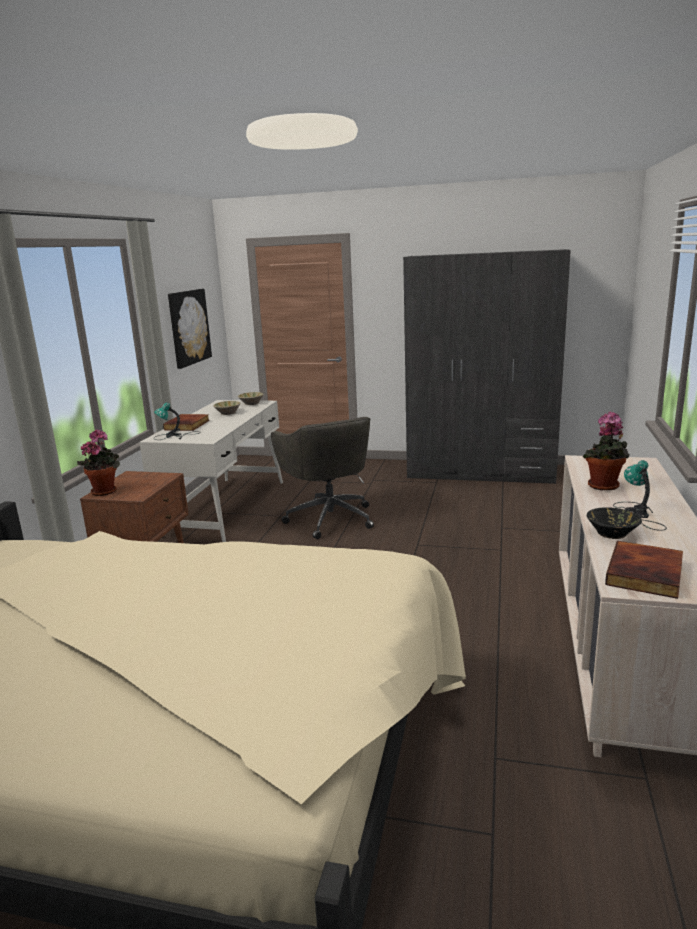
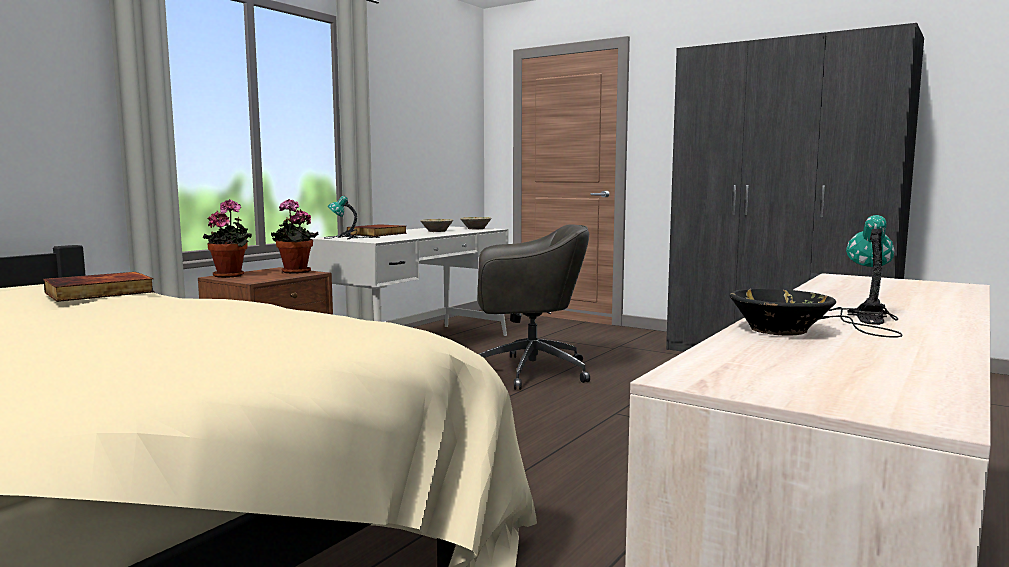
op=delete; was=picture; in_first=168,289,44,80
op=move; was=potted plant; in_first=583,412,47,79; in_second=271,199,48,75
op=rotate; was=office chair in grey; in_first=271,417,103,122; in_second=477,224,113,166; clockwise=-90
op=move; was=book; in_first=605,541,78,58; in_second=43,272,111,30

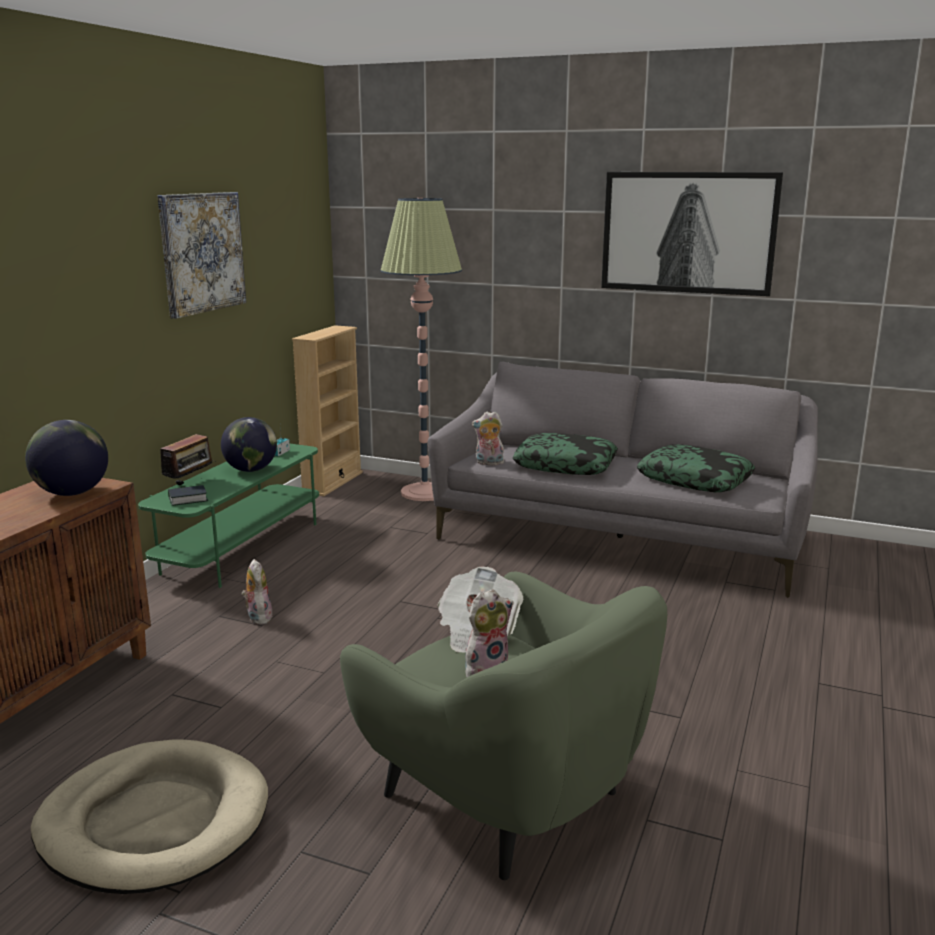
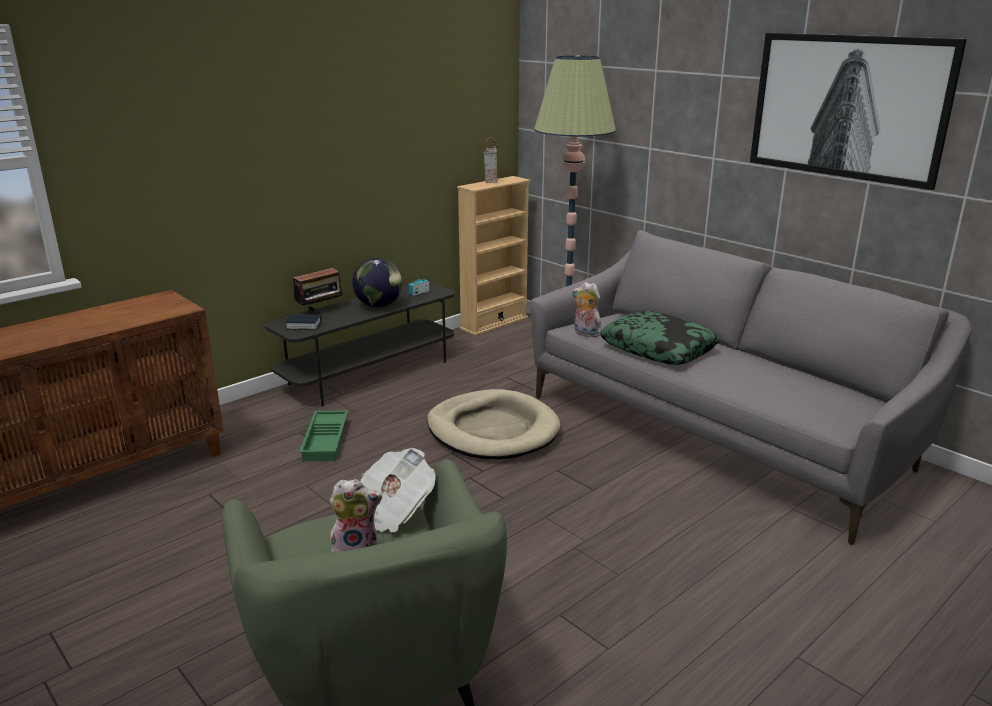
op=delete; was=picture; in_first=157,192,89,127
op=delete; was=globe; in_first=25,420,83,76
op=recolor; was=tv stand in green; now=tv stand in grey; in_first=138,444,181,144; in_second=264,282,191,124
op=delete; was=pillow; in_first=637,444,118,48
op=replace; was=plush toy; now=tray in green; in_first=241,559,32,66; in_second=299,411,49,50
op=move; was=dog bed in beige; in_first=31,740,237,154; in_second=427,389,133,70
op=insert; now=vase; in_second=483,137,15,46

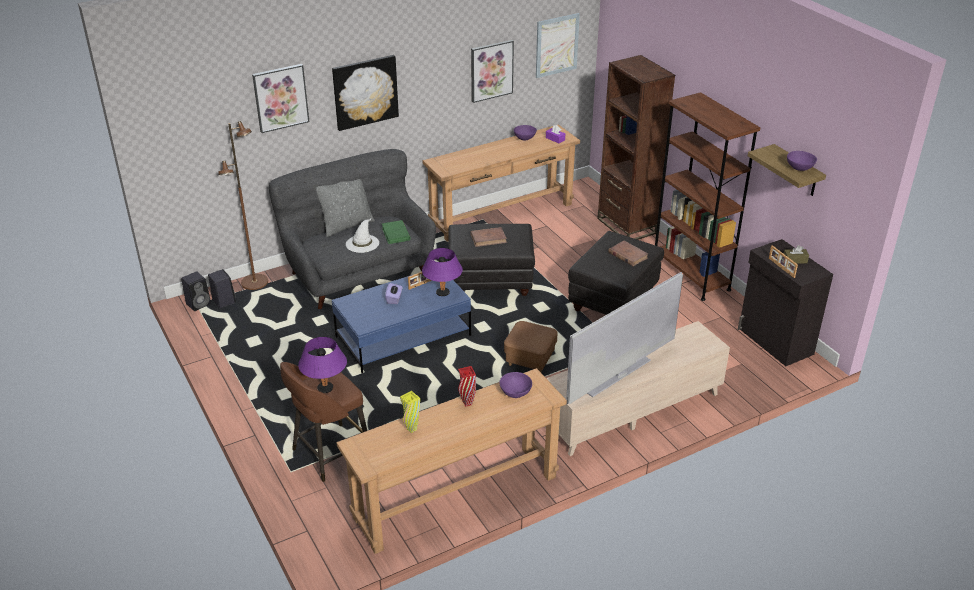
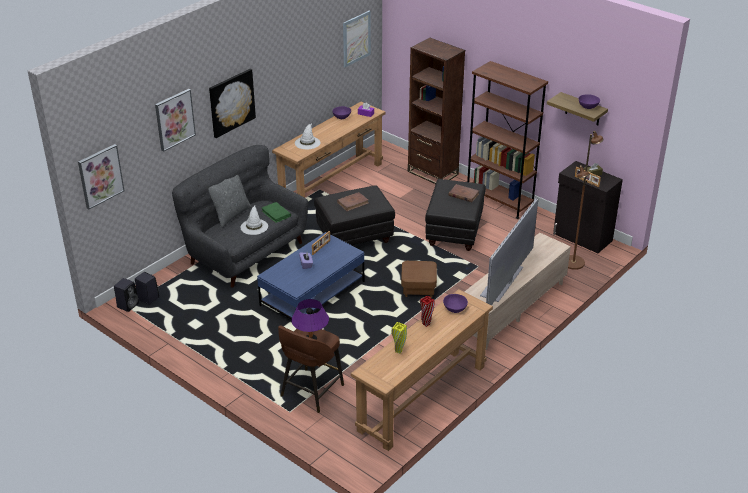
op=move; was=picture; in_first=471,40,43,63; in_second=78,144,46,65
op=move; was=floor lamp in brown; in_first=218,121,50,169; in_second=568,131,36,139
op=delete; was=table lamp in purple; in_first=422,248,41,48
op=insert; now=hat in white; in_second=295,123,26,27

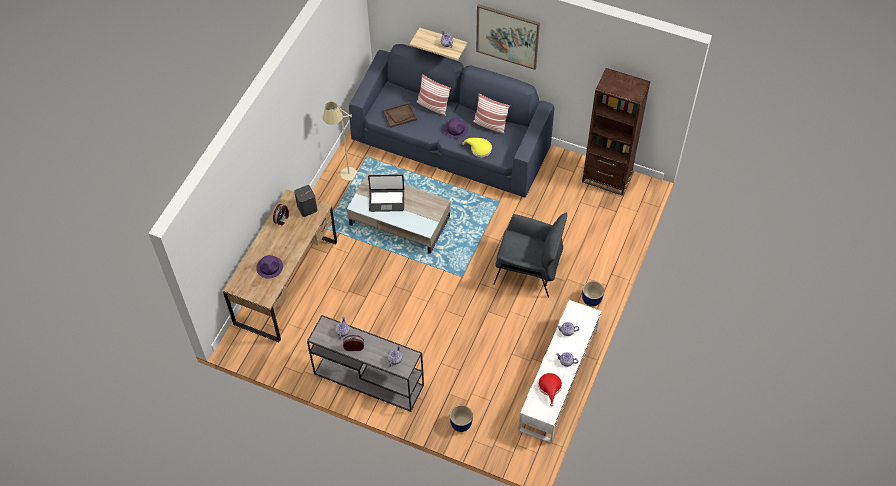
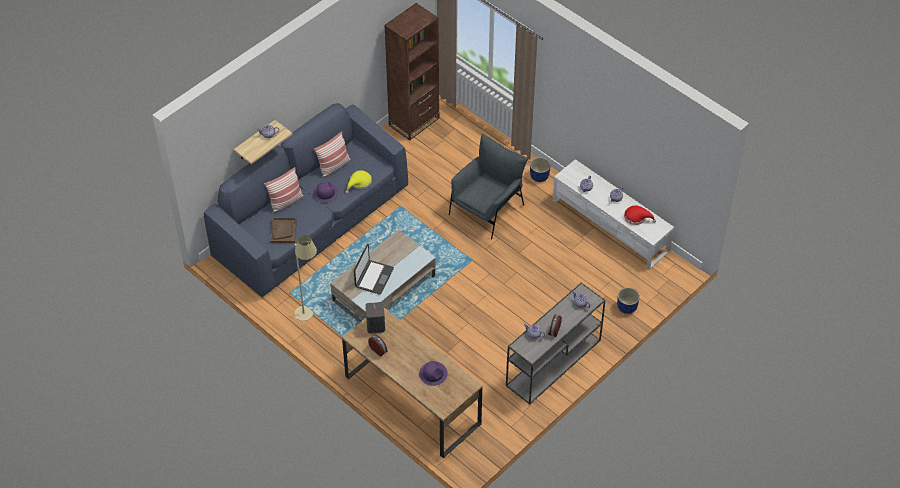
op=delete; was=picture; in_first=476,4,64,66

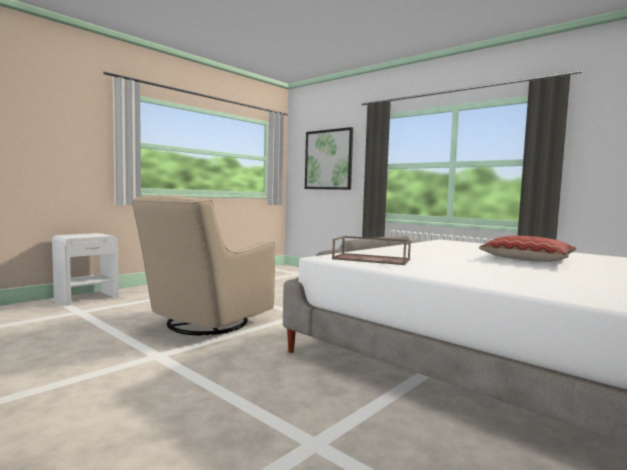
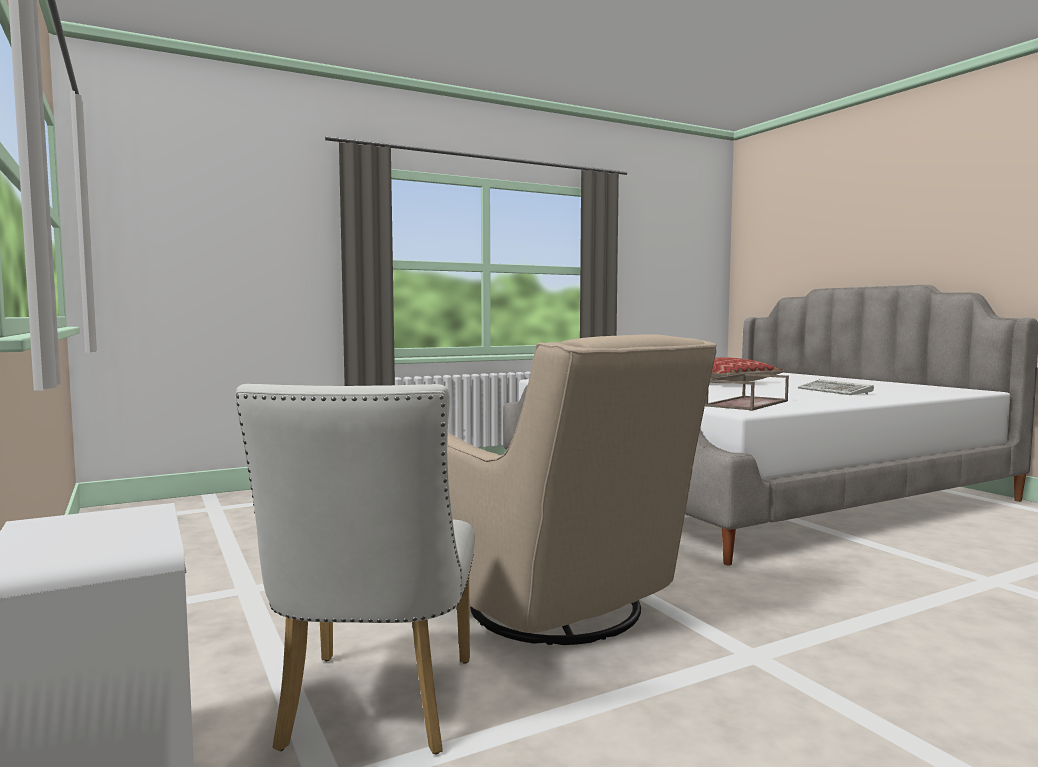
op=delete; was=picture; in_first=305,127,48,63
op=insert; now=keyboard; in_second=798,379,76,16
op=insert; now=chair in white; in_second=236,384,239,370

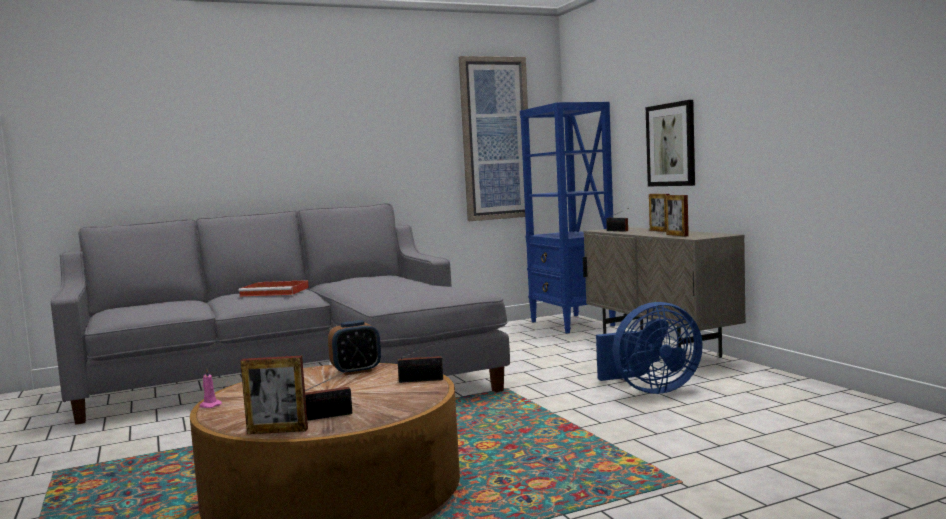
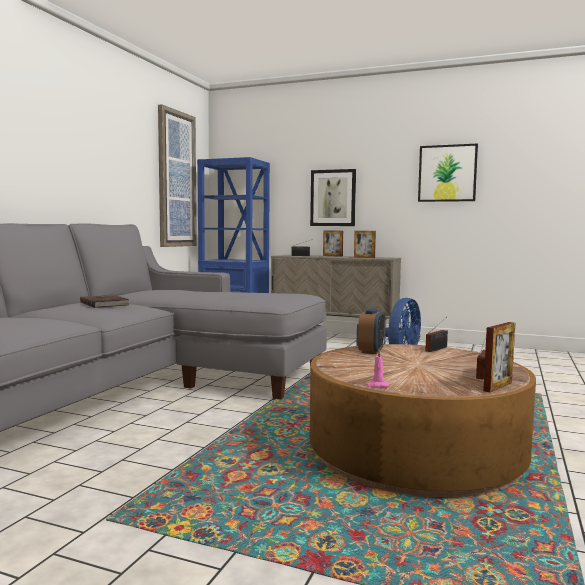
op=replace; was=tray in red; now=book in brown; in_first=238,280,71,17; in_second=80,295,50,13
op=insert; now=picture; in_second=418,143,60,59

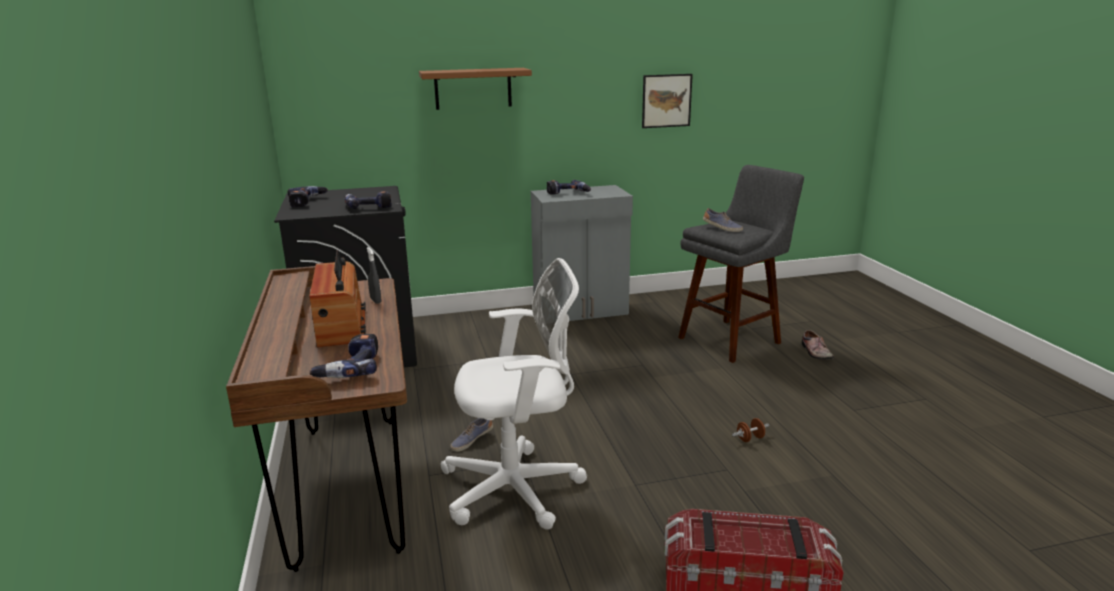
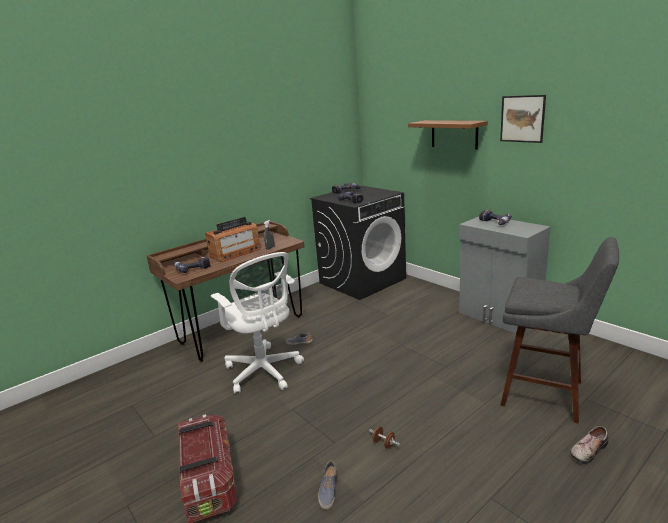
op=move; was=picture; in_first=642,74,51,54; in_second=500,95,46,48
op=move; was=shoe; in_first=703,208,40,24; in_second=318,461,19,49

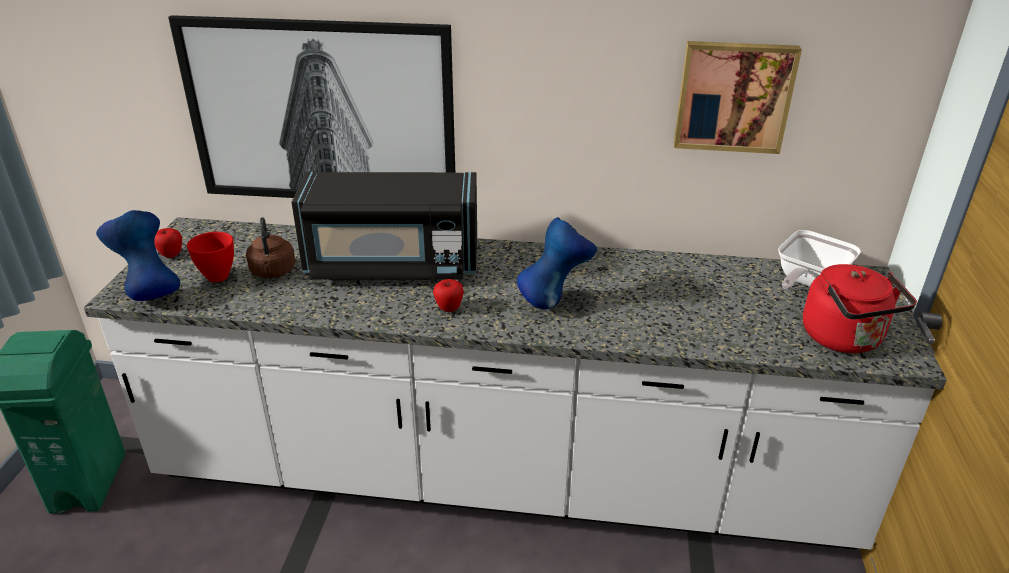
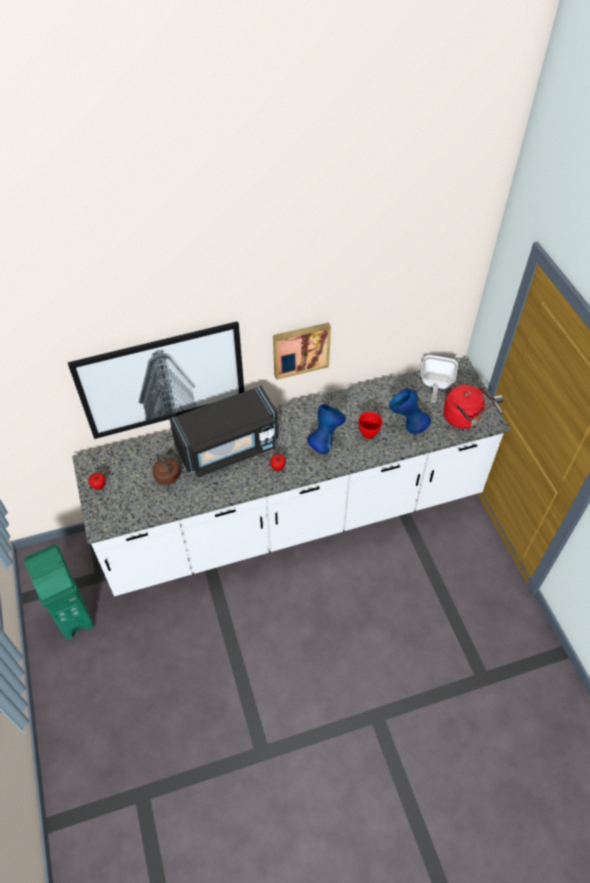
op=move; was=picture; in_first=674,41,128,113; in_second=273,322,58,58
op=move; was=vase in blue; in_first=96,210,84,91; in_second=389,388,42,46
op=move; was=bowl in red; in_first=187,232,47,51; in_second=358,412,25,27

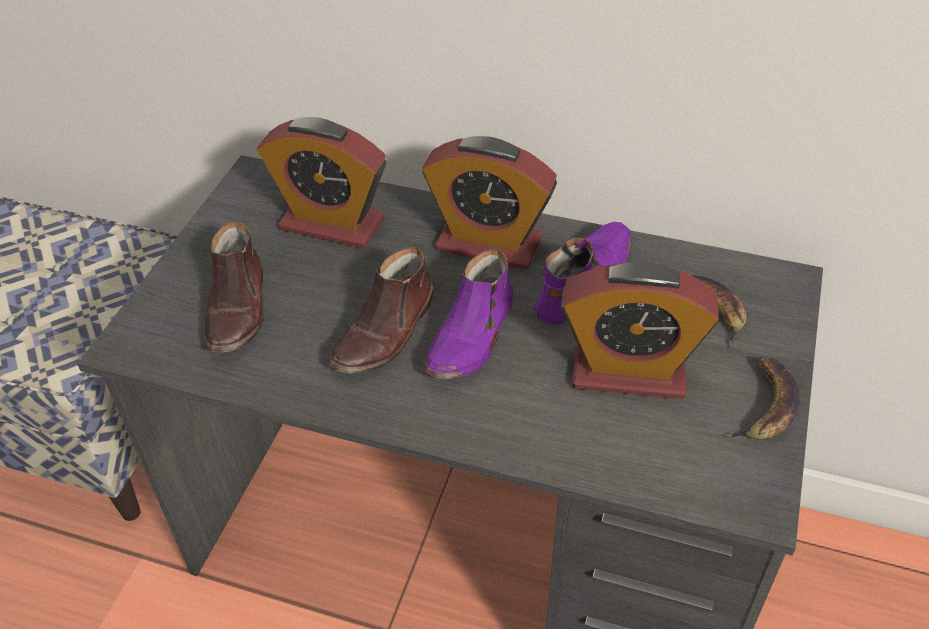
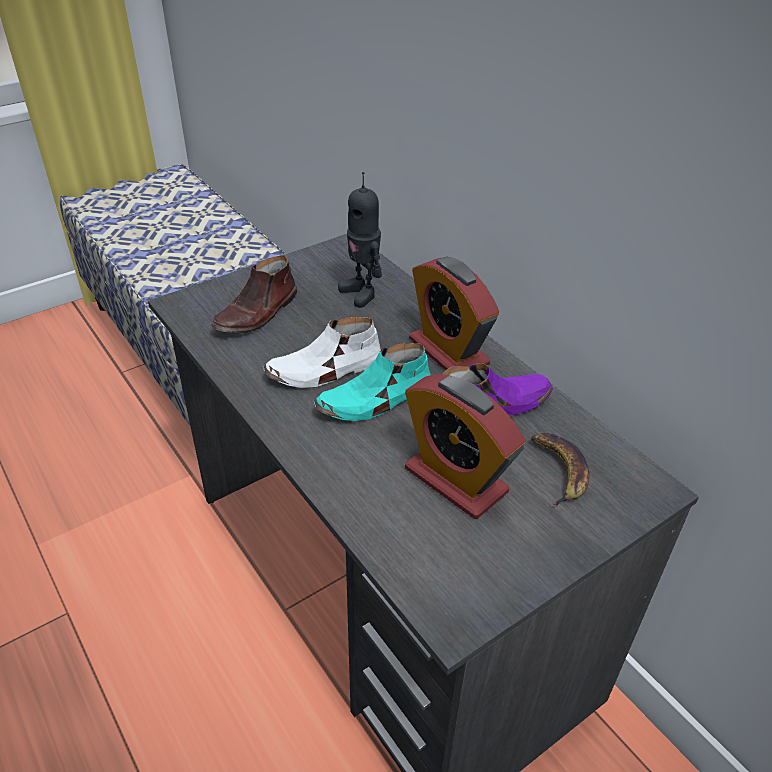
op=replace; was=alarm clock; now=toy robot; in_first=257,117,129,131; in_second=338,172,44,136
op=recolor; was=shoe in brown; now=shoe in white; in_first=329,247,106,127; in_second=264,317,117,71
op=recolor; was=shoe in purple; now=shoe in turquoise; in_first=423,249,91,131; in_second=314,343,117,78
op=delete; was=banana; in_first=724,356,76,84

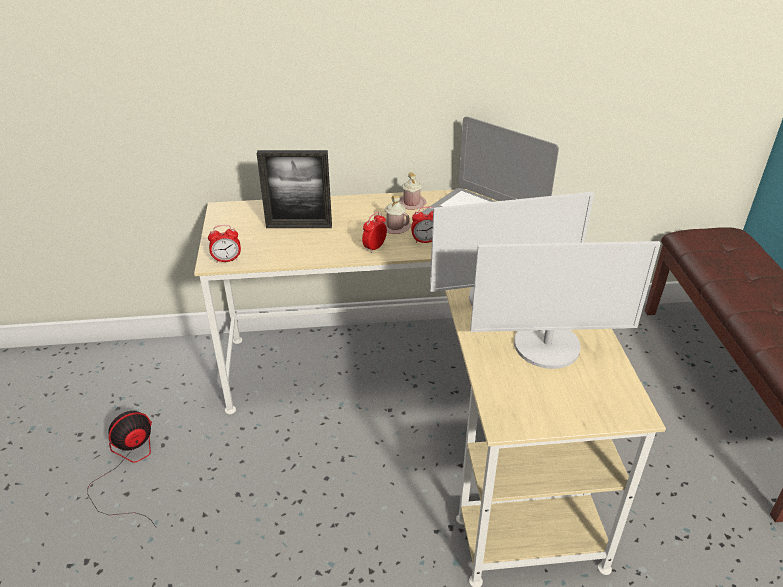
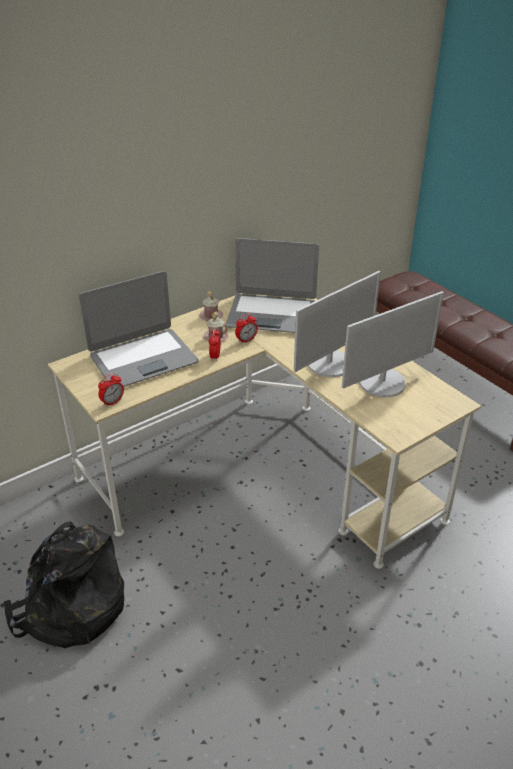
op=replace; was=picture frame; now=laptop; in_first=257,150,75,78; in_second=79,271,120,116
op=replace; was=fan; now=backpack in black; in_first=87,411,69,116; in_second=4,521,120,127

